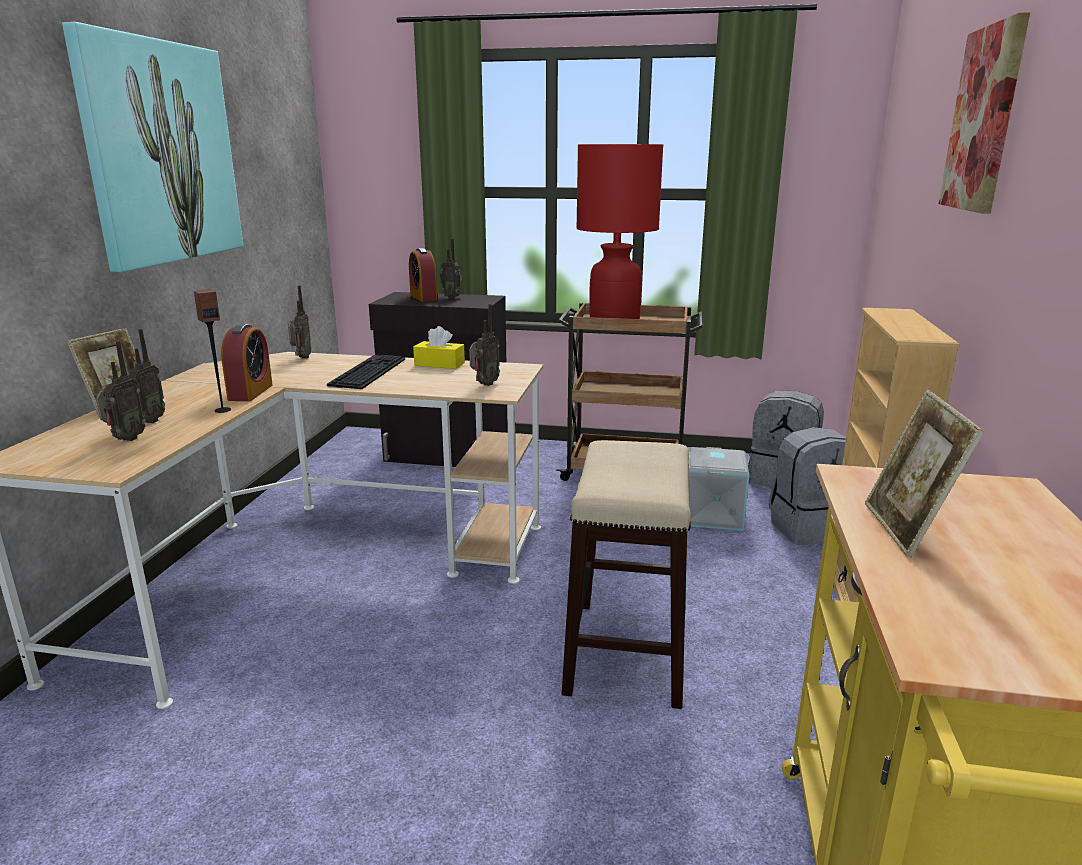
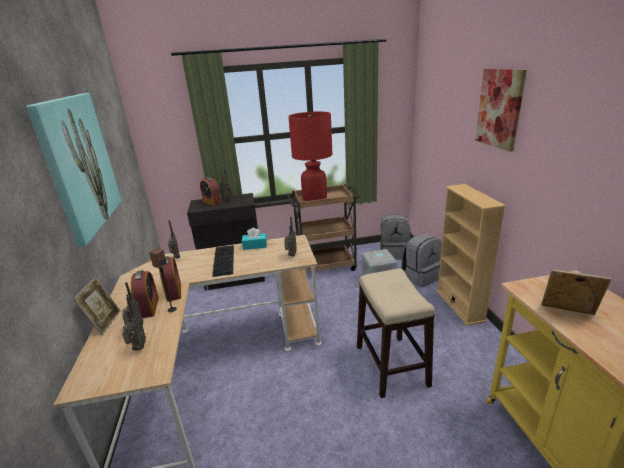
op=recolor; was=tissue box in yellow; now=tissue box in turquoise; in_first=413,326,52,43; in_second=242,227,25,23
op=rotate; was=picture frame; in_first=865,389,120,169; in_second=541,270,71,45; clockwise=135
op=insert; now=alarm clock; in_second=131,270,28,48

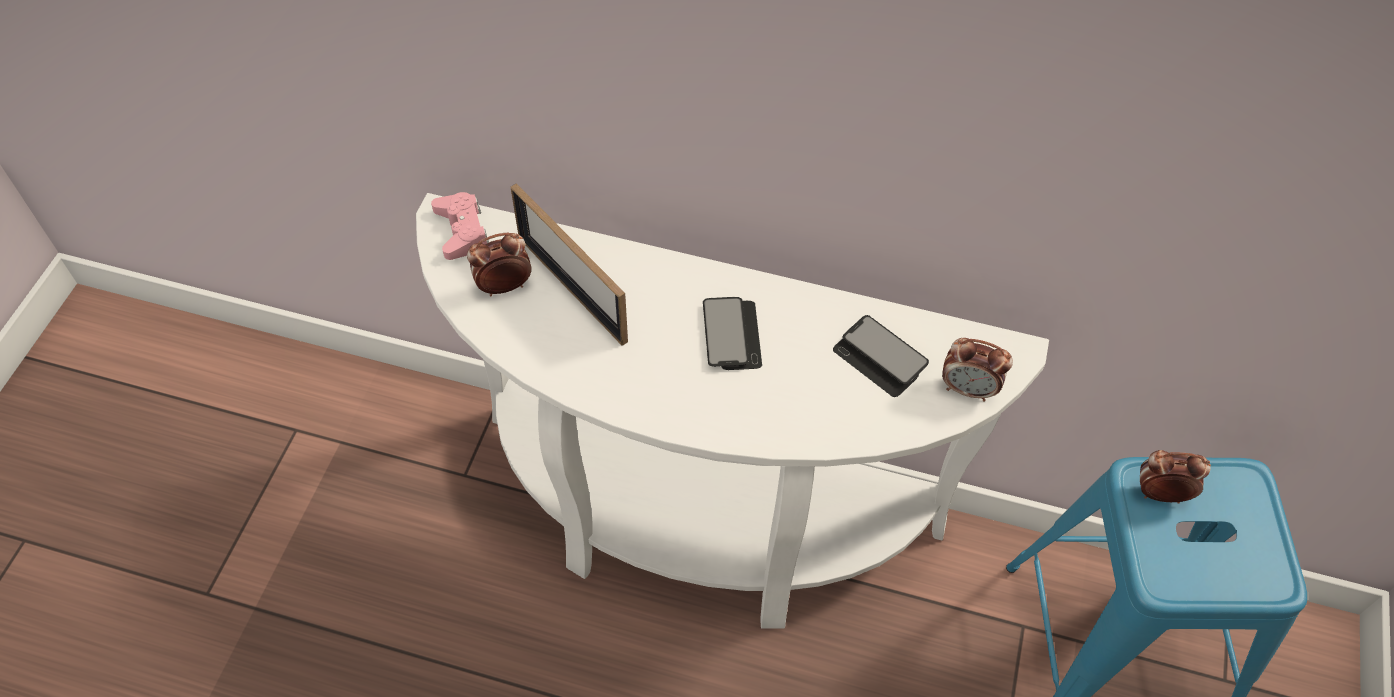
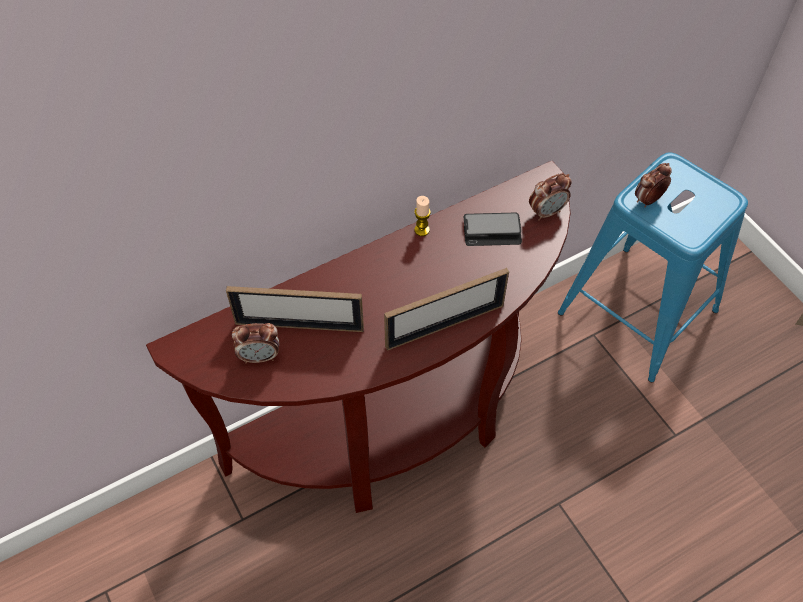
op=delete; was=game controller in pink; in_first=431,192,58,68
op=recolor; was=console table in white; now=console table in brown; in_first=416,193,633,436; in_second=146,161,425,352
op=rotate; was=alarm clock; in_first=467,233,65,64; in_second=232,323,47,41; clockwise=-120
op=delete; was=phone; in_first=703,297,59,73
op=insert; now=candle; in_second=414,196,17,40
op=insert; now=picture frame; in_second=384,268,125,83

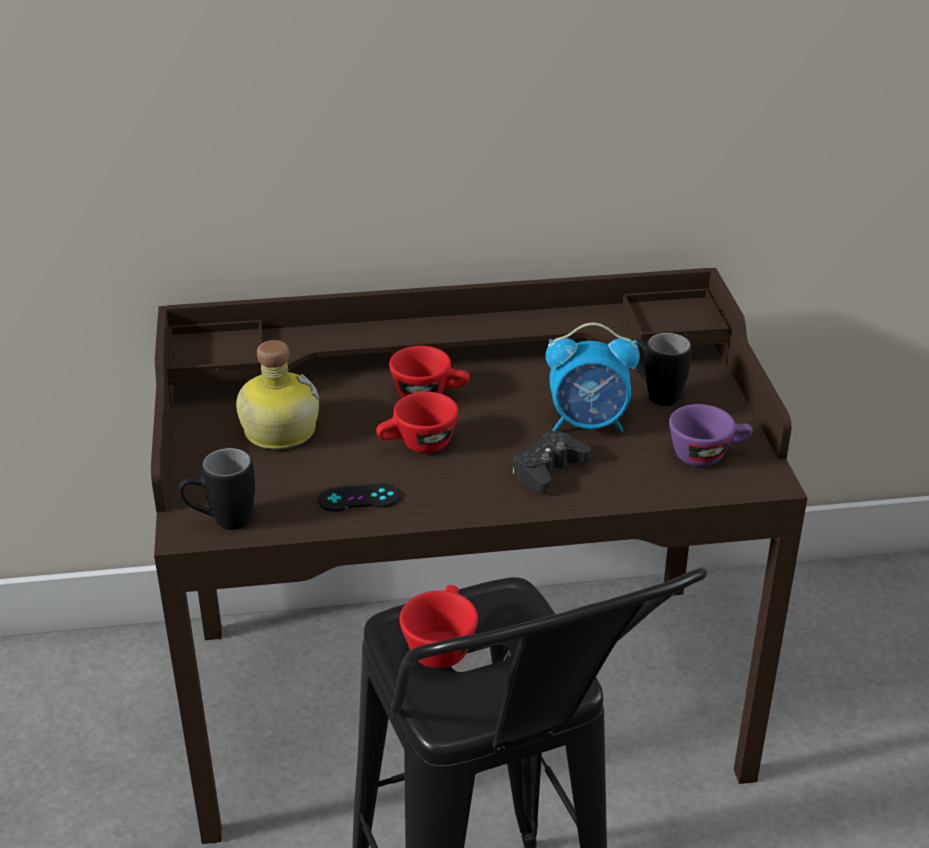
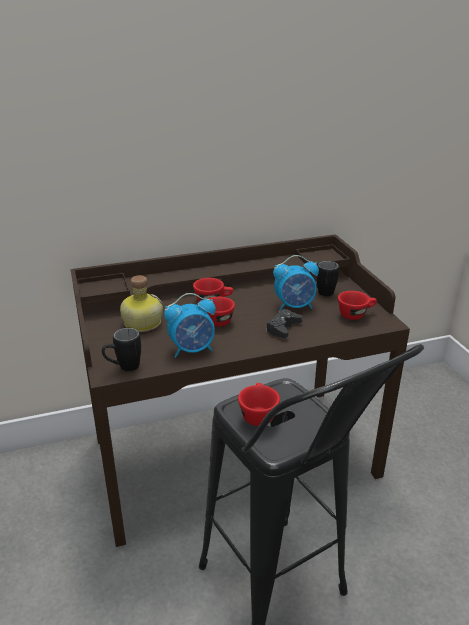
op=recolor; was=cup in purple; now=cup in red; in_first=669,404,84,63; in_second=338,291,39,29
op=replace; was=game controller in black; now=alarm clock; in_first=318,484,82,28; in_second=164,293,52,65

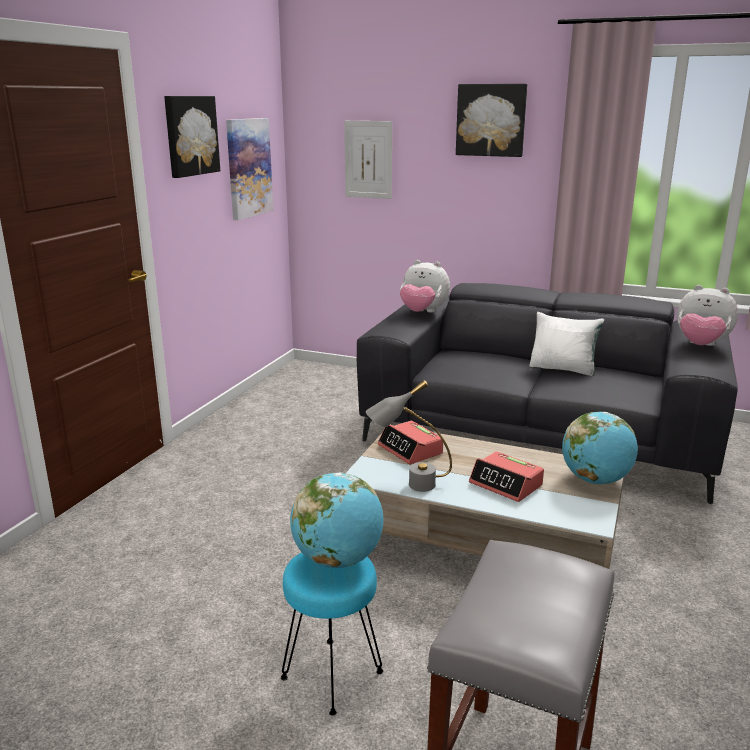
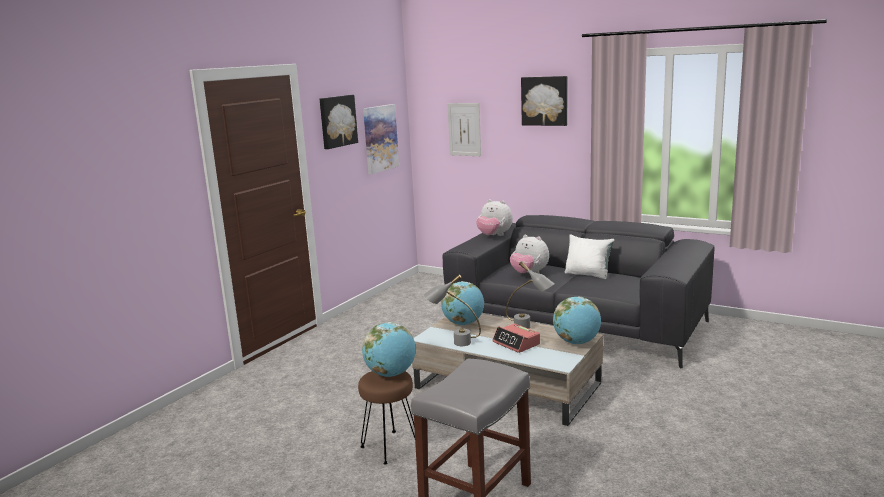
op=move; was=plush toy; in_first=677,285,61,61; in_second=510,235,39,38
op=replace; was=alarm clock; now=globe; in_first=378,421,65,44; in_second=441,281,43,44
op=recolor; was=stool in turquoise; now=stool in brown; in_first=281,552,102,163; in_second=358,371,57,93
op=insert; now=table lamp in grey; in_second=506,261,49,68

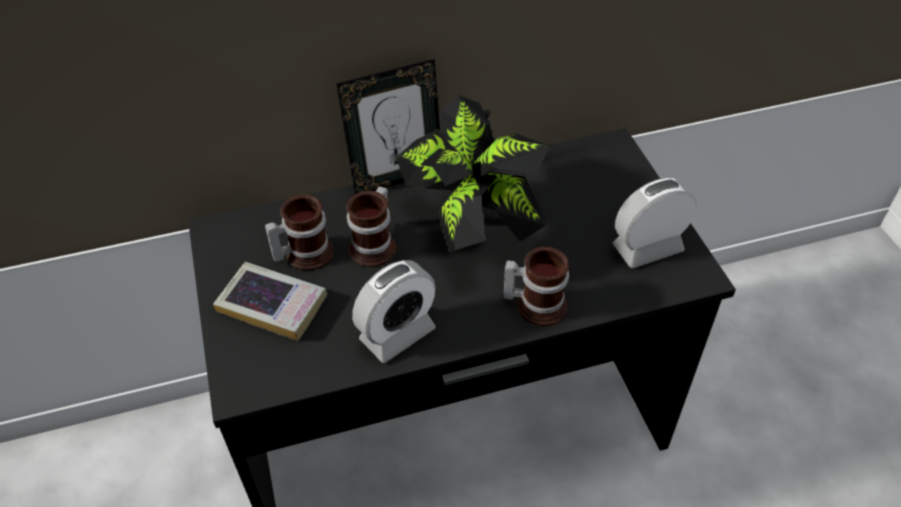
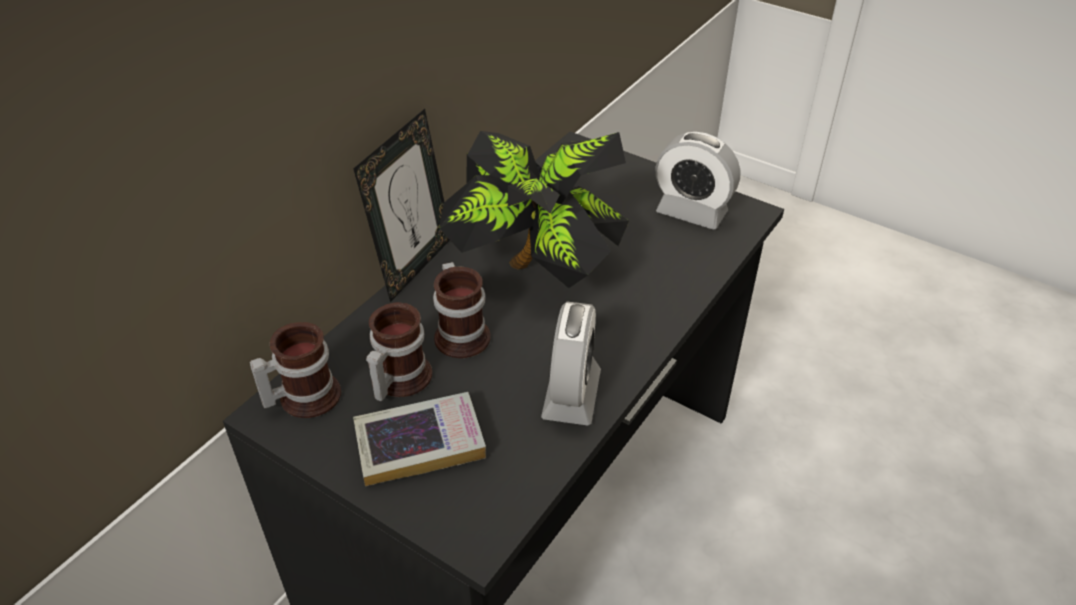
op=rotate; was=alarm clock; in_first=612,178,85,90; in_second=656,132,84,98; clockwise=-90
op=move; was=mug; in_first=503,247,66,79; in_second=250,322,91,96

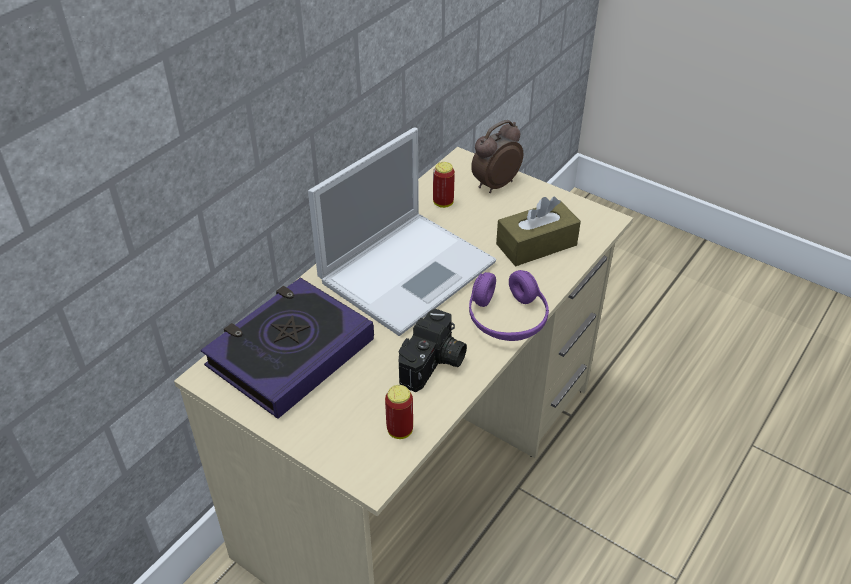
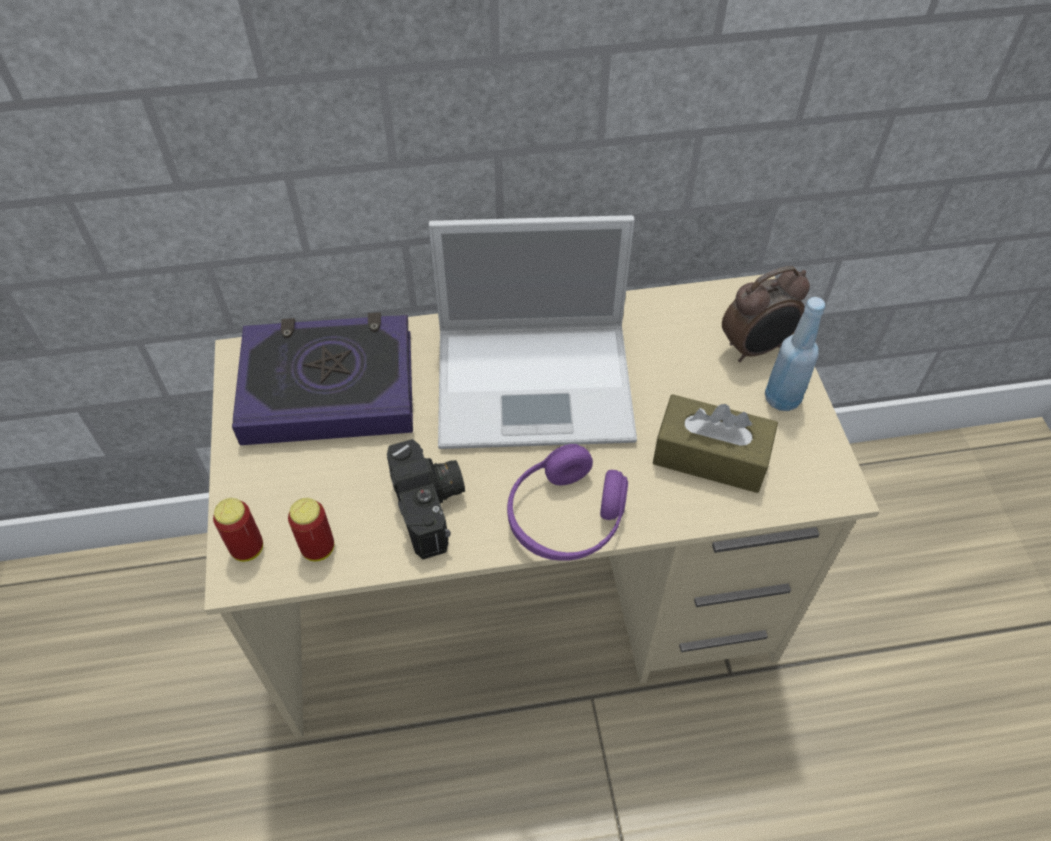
op=rotate; was=alarm clock; in_first=471,120,52,73; in_second=722,266,88,96; clockwise=150
op=move; was=can; in_first=433,162,22,46; in_second=213,498,50,64
op=rotate; was=photo camera; in_first=399,309,68,83; in_second=387,439,78,120; clockwise=-90
op=insert; now=bottle in blue; in_second=765,297,60,114

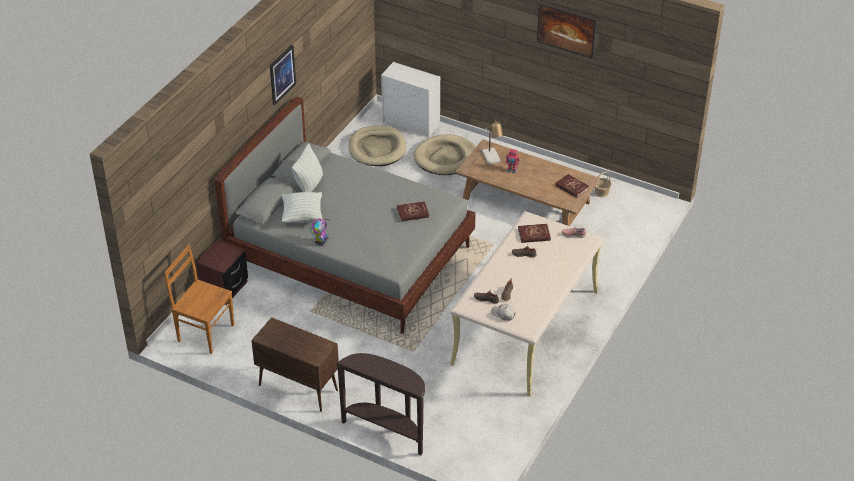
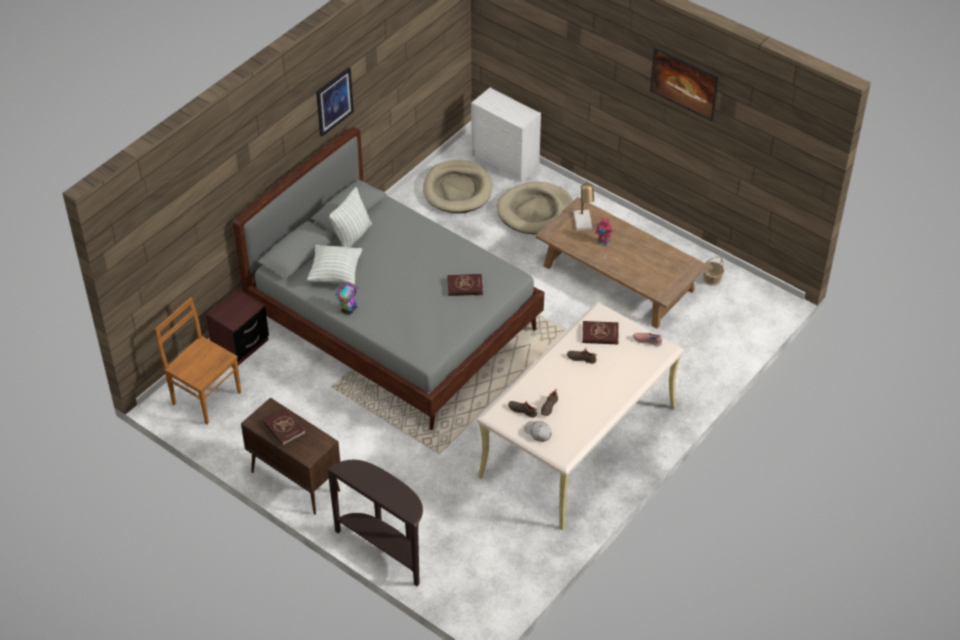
op=move; was=book in red; in_first=555,174,34,24; in_second=262,408,43,38

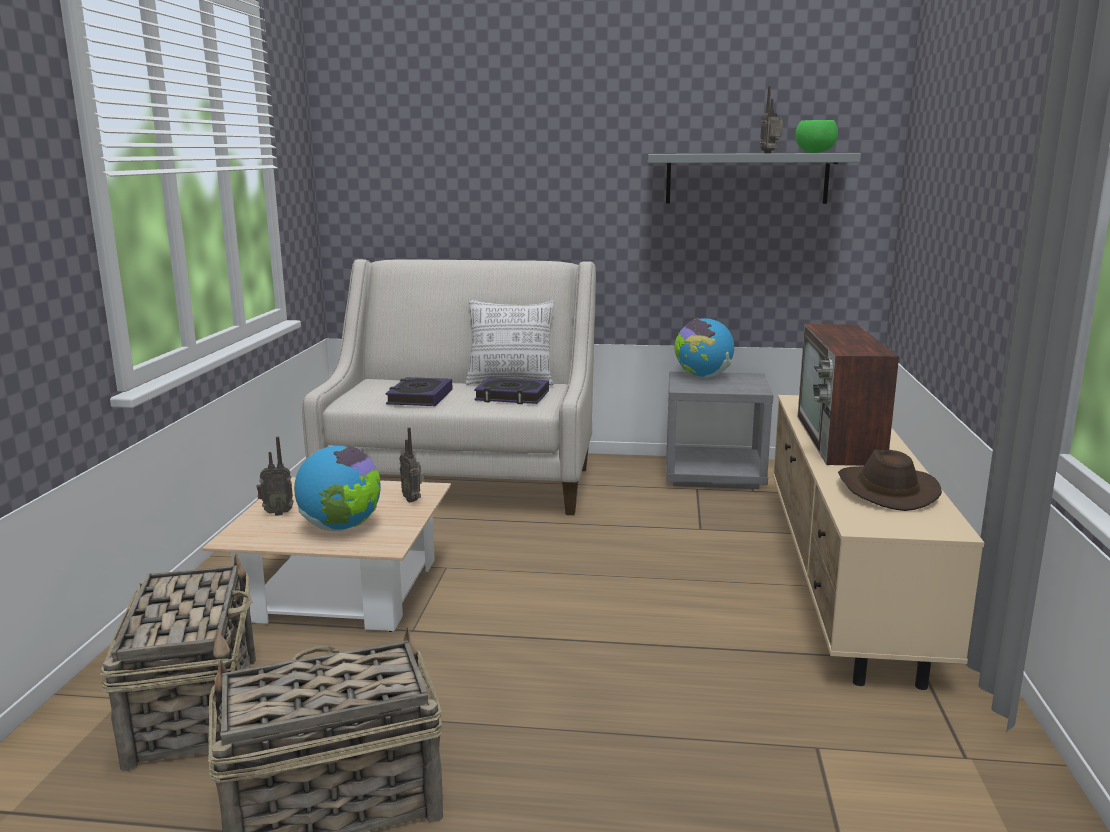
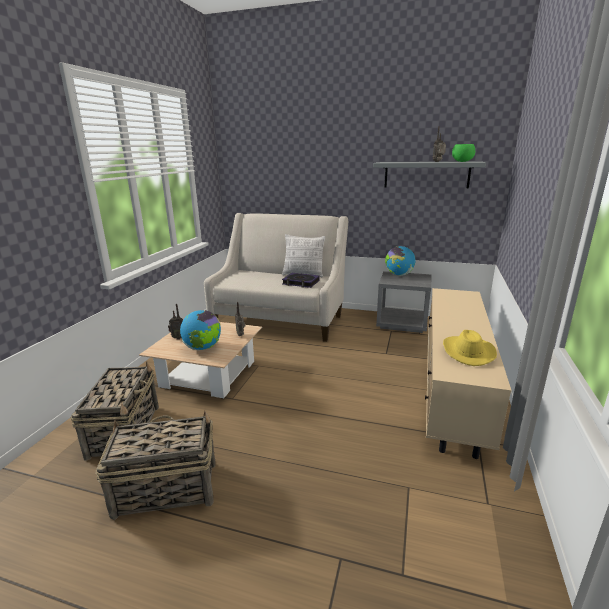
op=delete; was=television; in_first=798,324,101,142
op=delete; was=book; in_first=385,377,67,29
op=recolor; was=hat in brown; now=hat in yellow; in_first=838,450,104,61; in_second=443,330,54,36

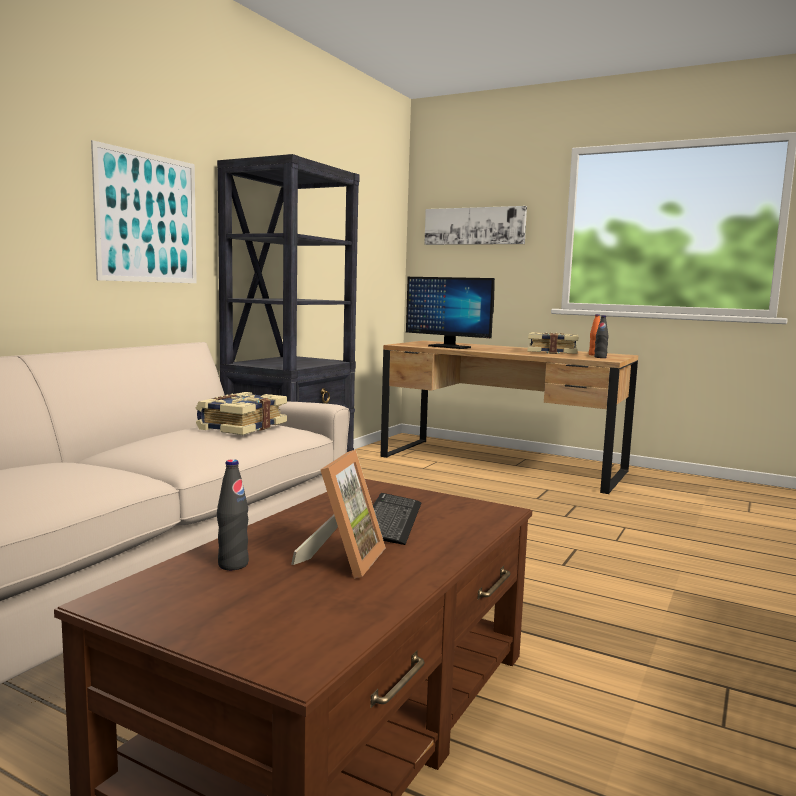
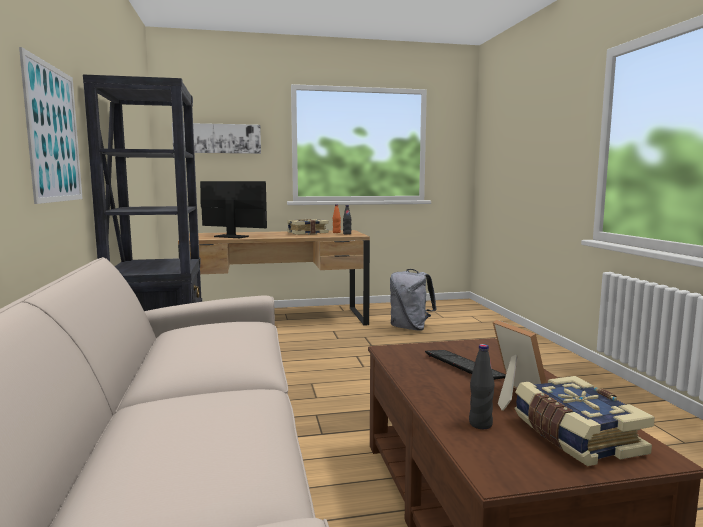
op=rotate; was=monitor; in_first=406,277,89,72; in_second=200,181,67,57; clockwise=-150
op=move; was=book; in_first=196,392,91,43; in_second=514,376,141,90
op=insert; now=backpack in grey; in_second=390,269,47,61

